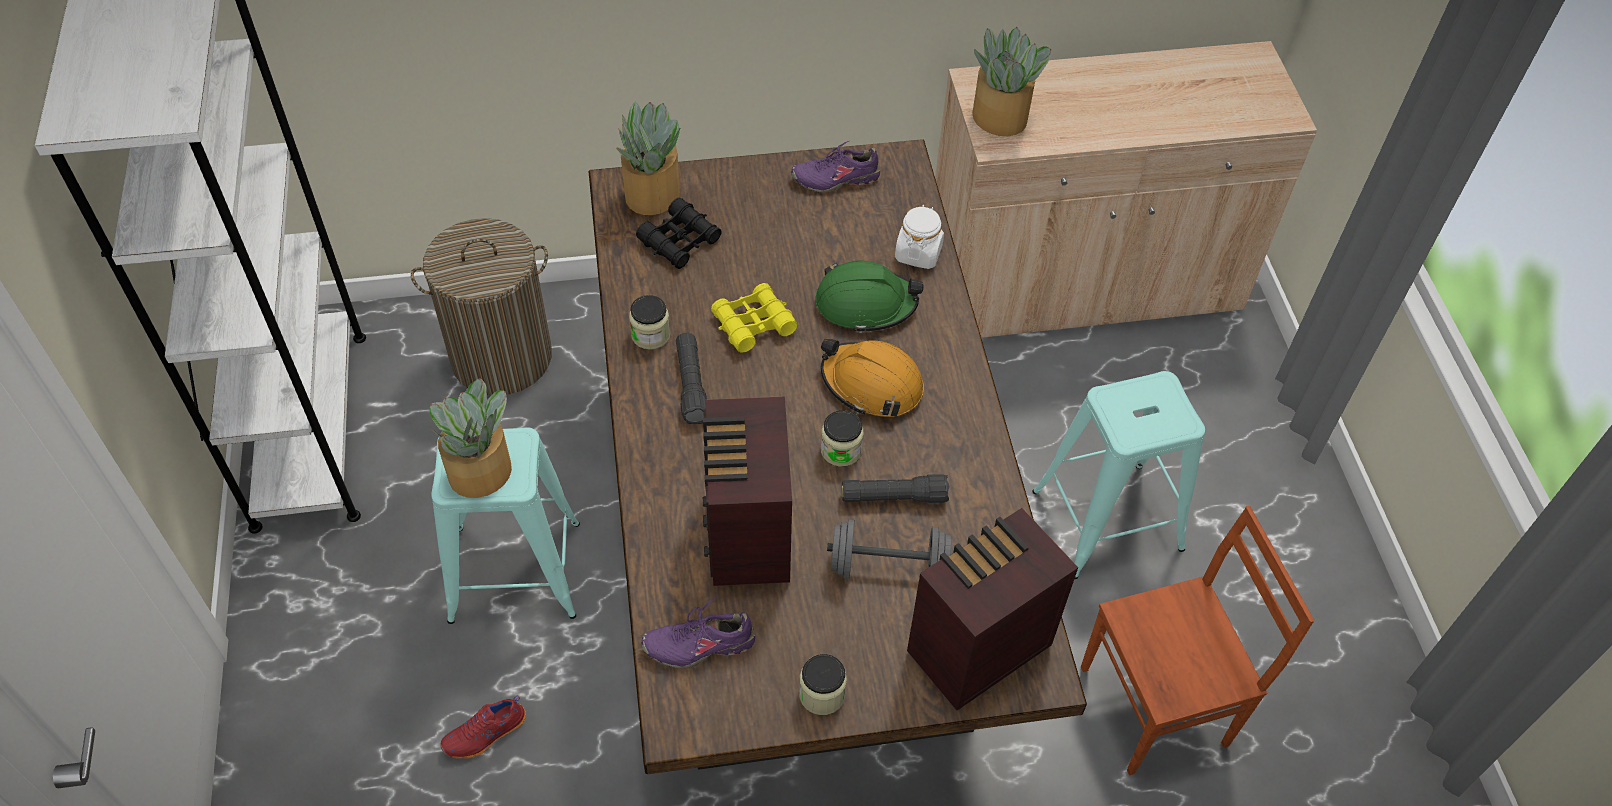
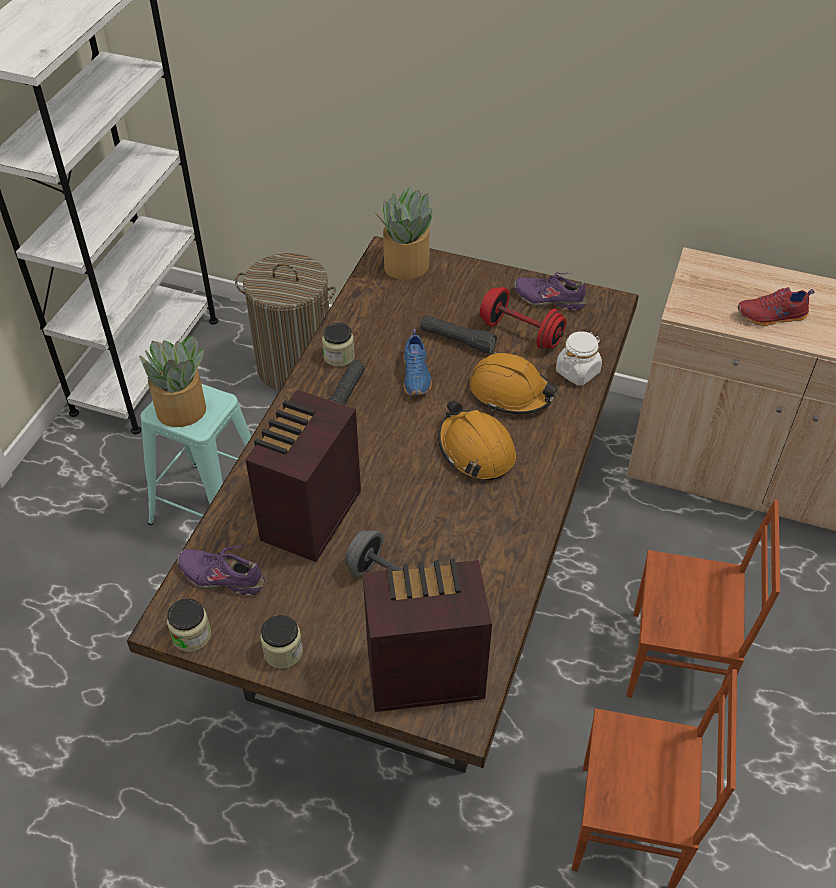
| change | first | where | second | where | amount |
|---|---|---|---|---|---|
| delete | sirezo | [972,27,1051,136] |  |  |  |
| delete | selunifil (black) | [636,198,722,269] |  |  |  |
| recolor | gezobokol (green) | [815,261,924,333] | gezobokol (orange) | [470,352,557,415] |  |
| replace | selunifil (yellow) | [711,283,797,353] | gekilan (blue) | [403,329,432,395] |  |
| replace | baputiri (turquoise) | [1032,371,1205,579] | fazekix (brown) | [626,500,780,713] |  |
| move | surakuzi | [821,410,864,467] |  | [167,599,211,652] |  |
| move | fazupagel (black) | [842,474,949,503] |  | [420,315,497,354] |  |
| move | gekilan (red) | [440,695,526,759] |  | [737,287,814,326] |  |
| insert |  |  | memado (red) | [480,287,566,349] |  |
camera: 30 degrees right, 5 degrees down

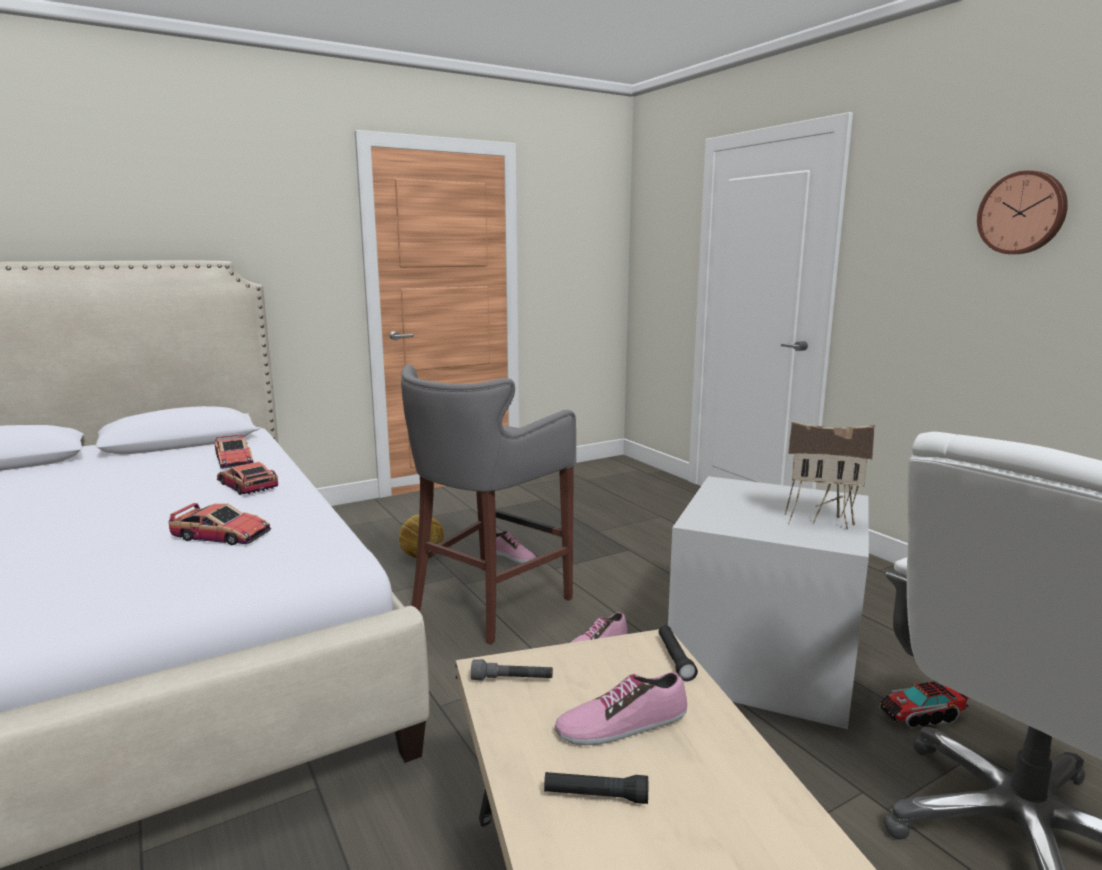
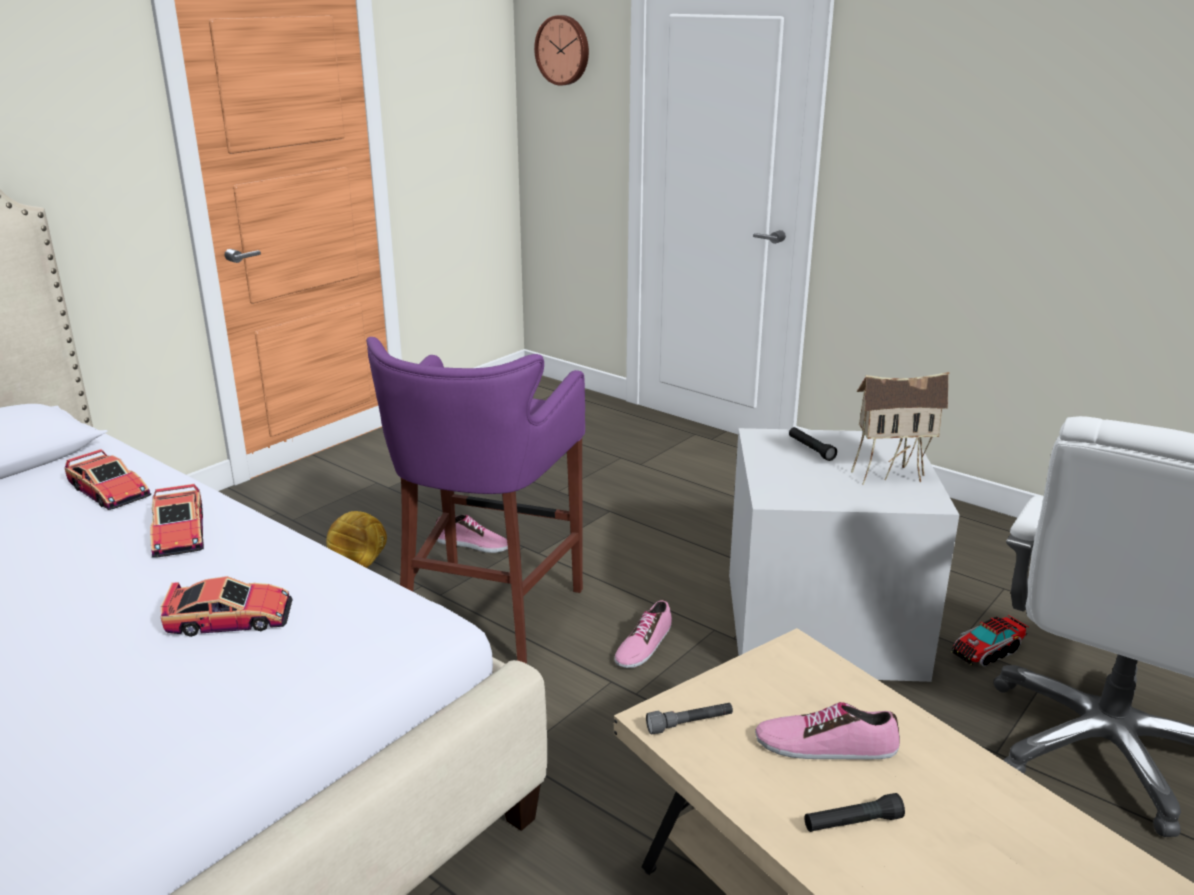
| change | first | where | second | where | amount |
|---|---|---|---|---|---|
| move | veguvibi | [977,170,1068,254] |  | [534,15,589,86] |  |
| recolor | baputiri (grey) | [401,364,576,645] | baputiri (purple) | [366,337,585,664] |  |
| rotate | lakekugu | [217,462,278,495] |  | [150,484,204,558] | 135 degrees counterclockwise |
| move | fazupagel (black) | [659,625,698,681] |  | [789,427,837,461] |  |
| rotate | gekilan | [555,672,687,745] |  | [755,702,900,760] | 45 degrees clockwise |
camera: 20 degrees left, 10 degrees up

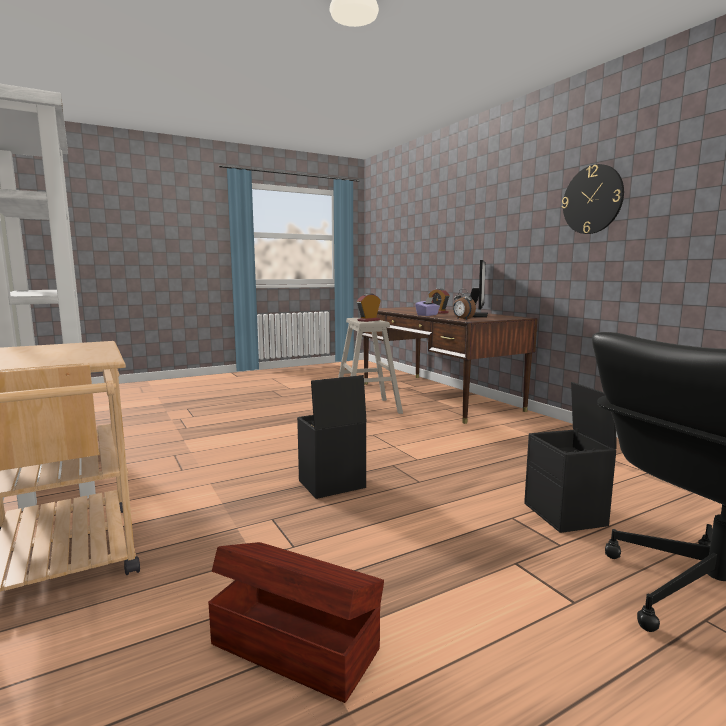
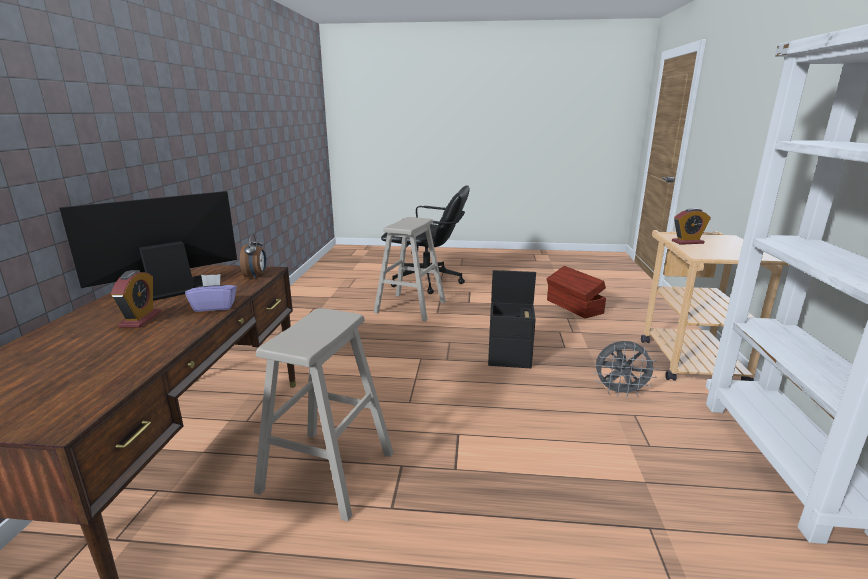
| change | first | where | second | where | amount |
|---|---|---|---|---|---|
| delete | veguvibi | [562,164,624,234] |  |  |  |
| move | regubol | [357,293,381,322] |  | [672,208,711,245] |  |
| replace | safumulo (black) | [524,382,617,533] | baputiri (beige) | [374,217,446,321] |  |
| insert |  |  | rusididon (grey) | [594,341,658,397] |  |
camera: 145 degrees left, 10 degrees up

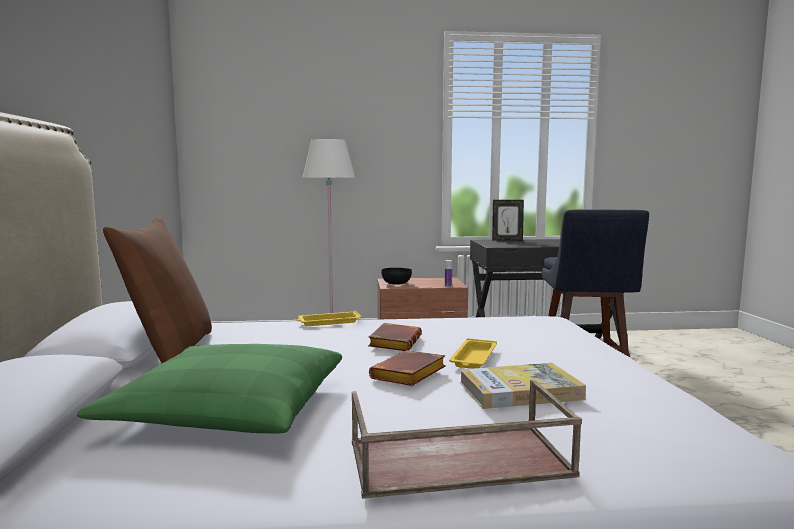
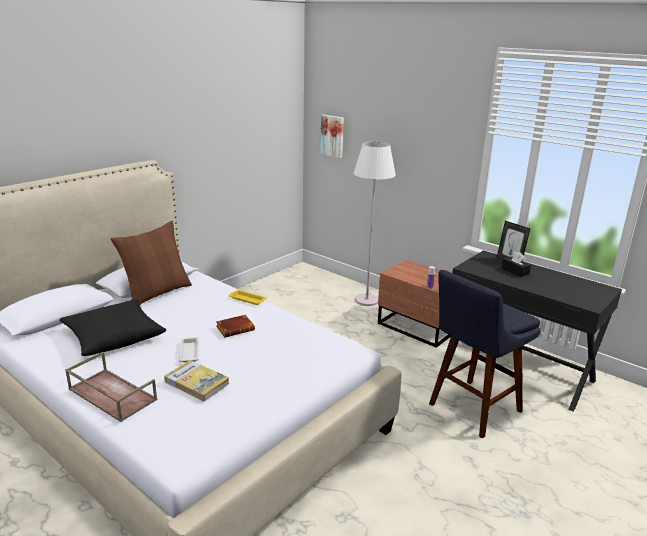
| change | first | where | second | where | amount |
|---|---|---|---|---|---|
| delete | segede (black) | [381,268,412,285] |  |  |  |
| delete | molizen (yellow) | [449,338,497,369] |  |  |  |
| recolor | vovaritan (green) | [77,344,342,434] | vovaritan (black) | [59,299,166,356] |  |
| replace | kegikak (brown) | [369,350,446,386] | molizen (white) | [179,337,199,362] |  |
| insert |  |  | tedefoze | [320,115,344,158] |  |
| insert |  |  | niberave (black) | [502,252,531,277] |  |
camera: 45 degrees right, 15 degrees up

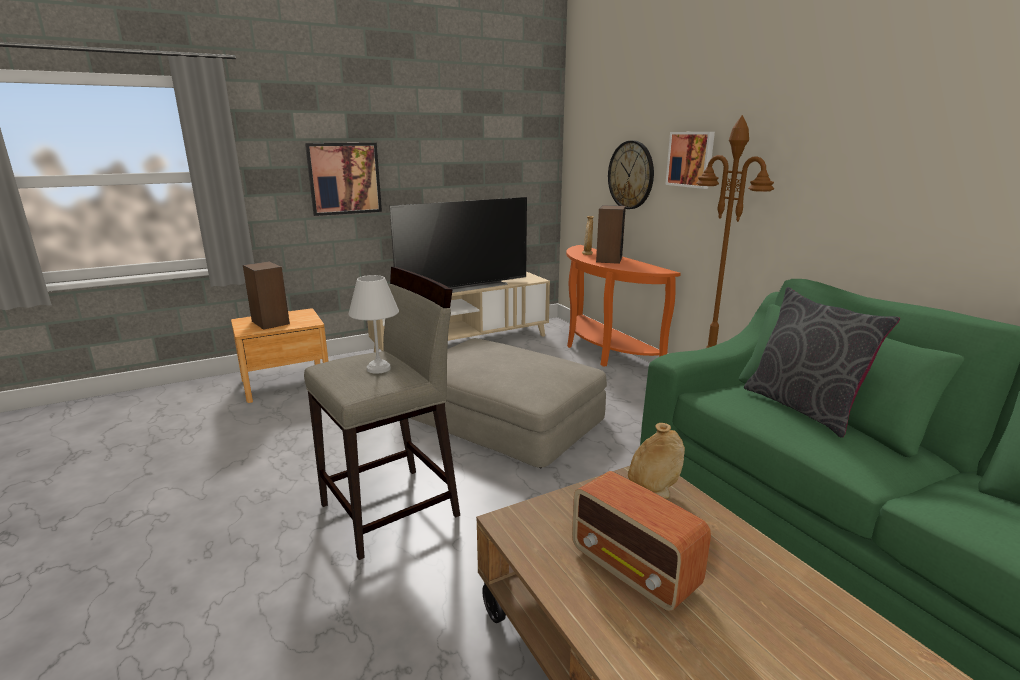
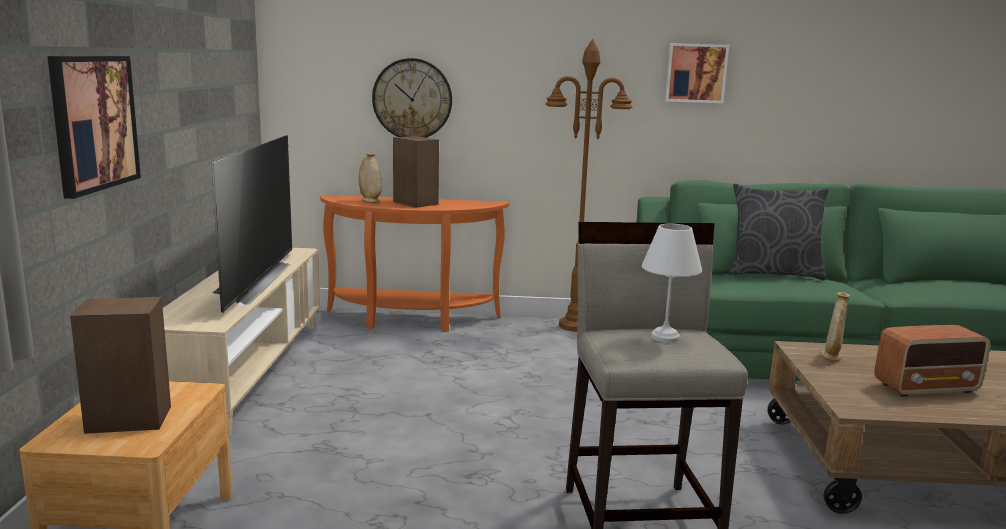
| change | first | where | second | where | amount |
|---|---|---|---|---|---|
| move | tedefoze | [665,132,715,189] |  | [665,43,729,103] |  |
| delete | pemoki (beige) | [410,338,607,468] |  |  |  |
camera: 60 degrees left, 5 degrees down

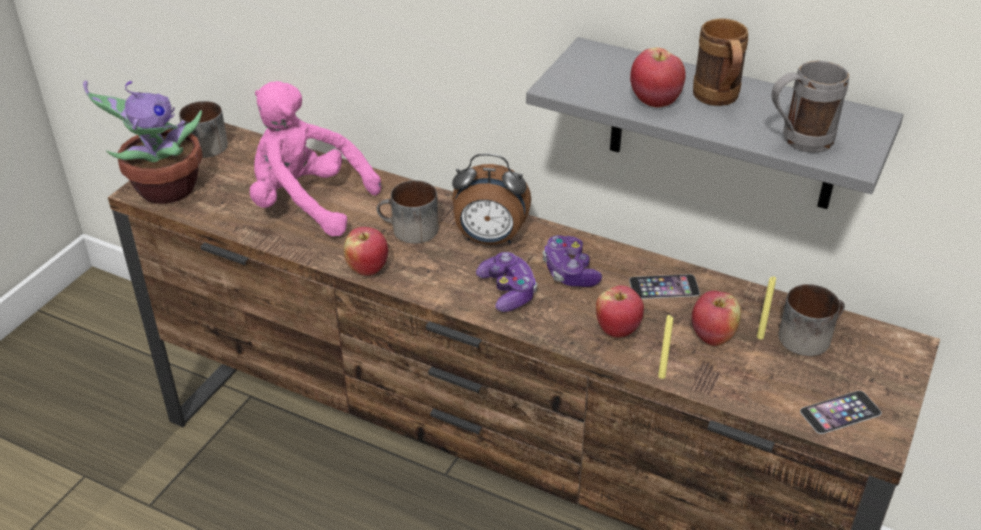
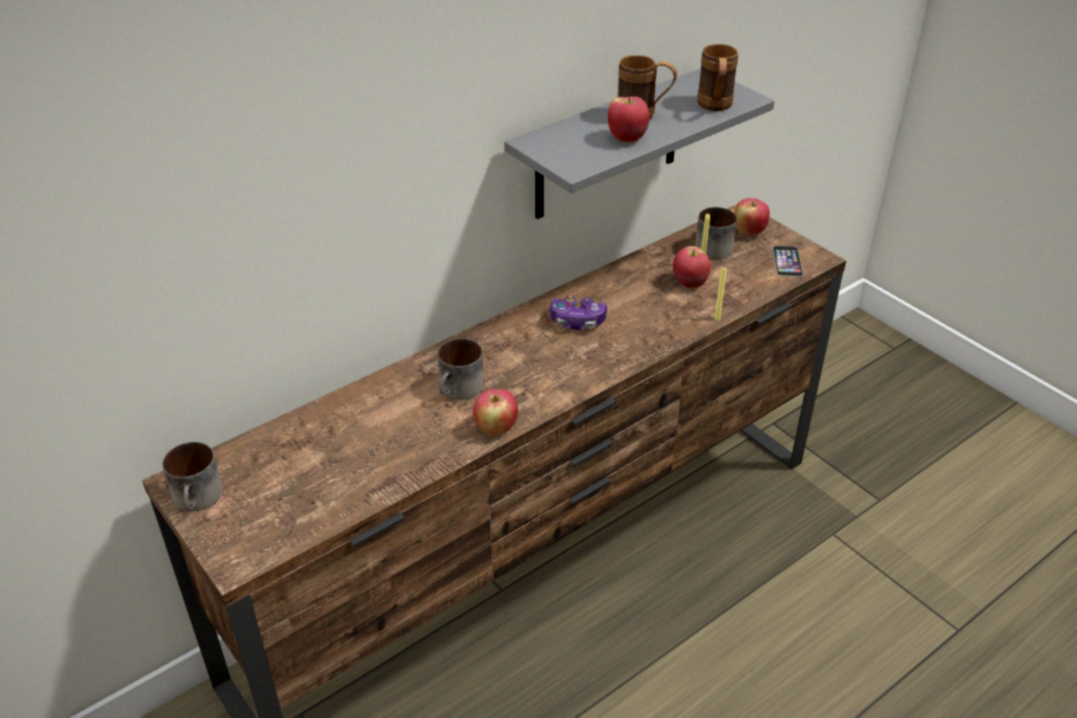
| change | first | where | second | where | amount |
|---|---|---|---|---|---|
| recolor | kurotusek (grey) | [772,60,849,153] | kurotusek (brown) | [697,44,738,111] |  |
| delete | sirezo | [83,80,202,204] |  |  |  |
| delete | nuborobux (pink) | [250,81,381,236] |  |  |  |
| delete | regubol | [452,153,531,245] |  |  |  |
| delete | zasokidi | [476,252,537,312] |  |  |  |
| delete | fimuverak | [629,274,700,299] |  |  |  |
| move | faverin | [596,285,644,338] |  | [734,198,770,236] |  |
camera: 65 degrees left, 0 degrees up

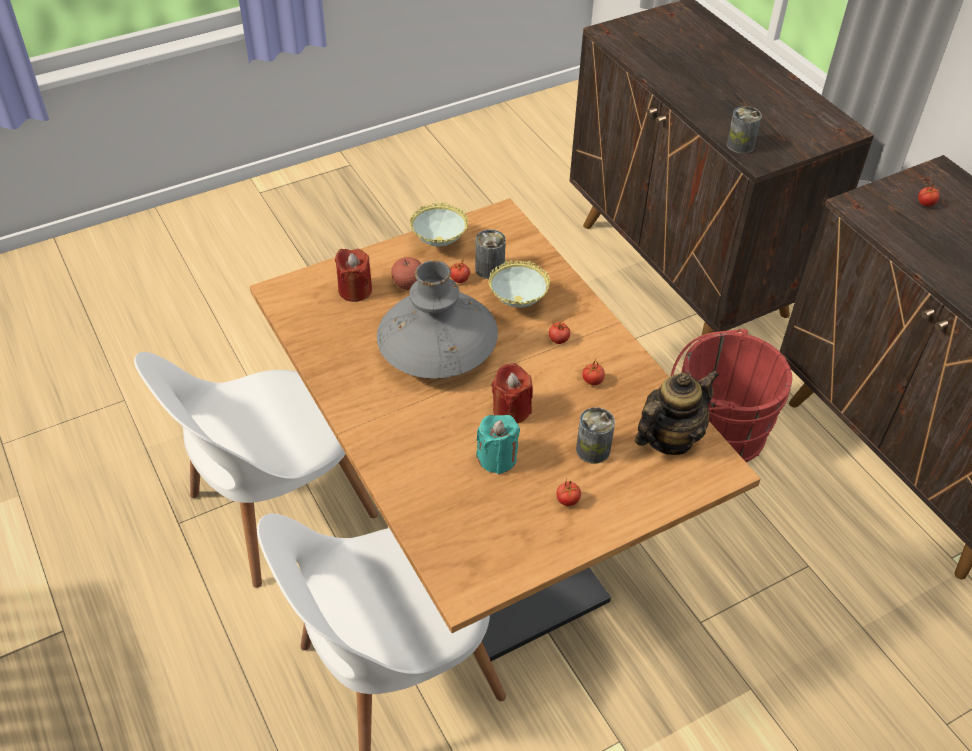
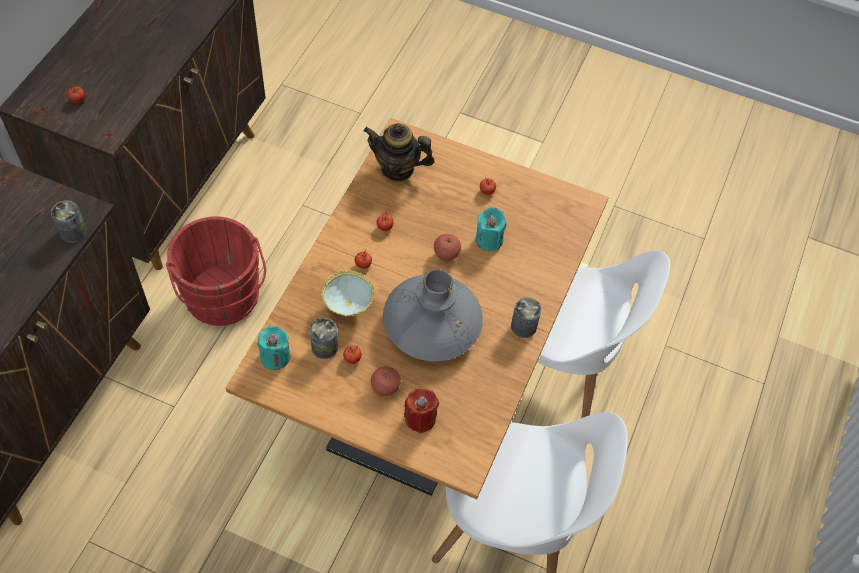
| change | first | where | second | where | amount |
|---|---|---|---|---|---|
| delete | segede | [410,202,468,247] |  |  |  |
| replace | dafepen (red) | [491,363,533,423] | faverin | [434,234,461,261] |  |
| move | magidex | [576,407,615,464] |  | [511,297,541,338] |  |
| insert |  |  | dafepen (turquoise) | [257,326,290,370] |  |
camera: 130 degrees left, 10 degrees up

